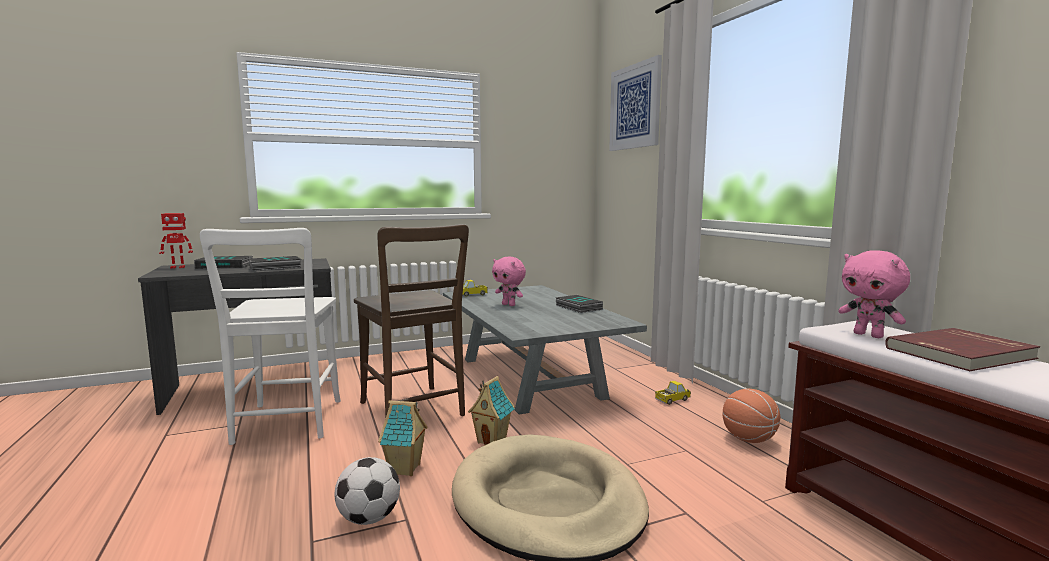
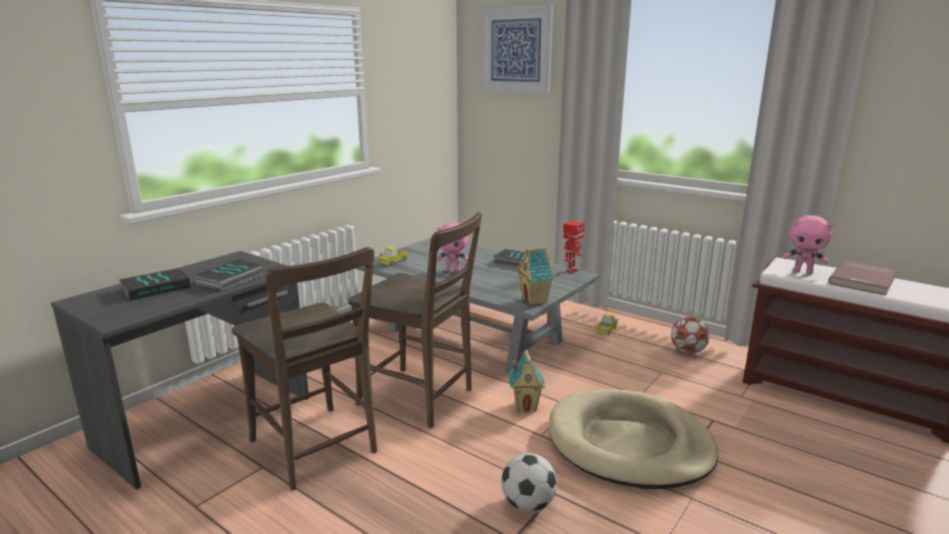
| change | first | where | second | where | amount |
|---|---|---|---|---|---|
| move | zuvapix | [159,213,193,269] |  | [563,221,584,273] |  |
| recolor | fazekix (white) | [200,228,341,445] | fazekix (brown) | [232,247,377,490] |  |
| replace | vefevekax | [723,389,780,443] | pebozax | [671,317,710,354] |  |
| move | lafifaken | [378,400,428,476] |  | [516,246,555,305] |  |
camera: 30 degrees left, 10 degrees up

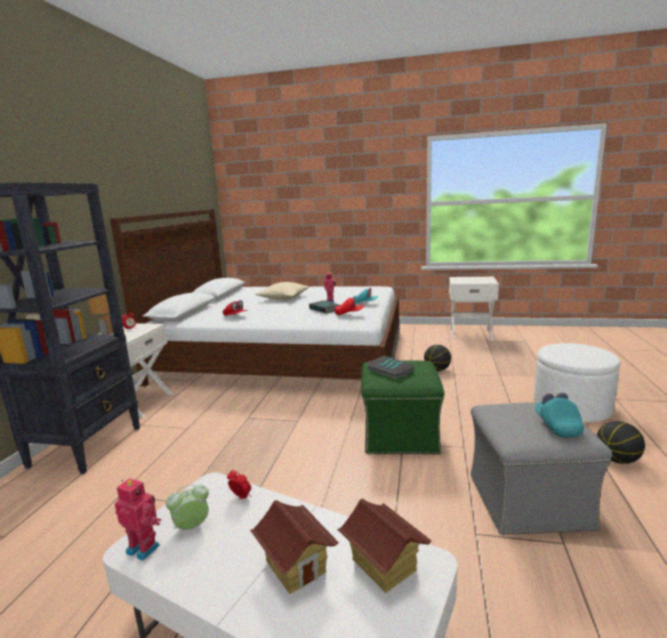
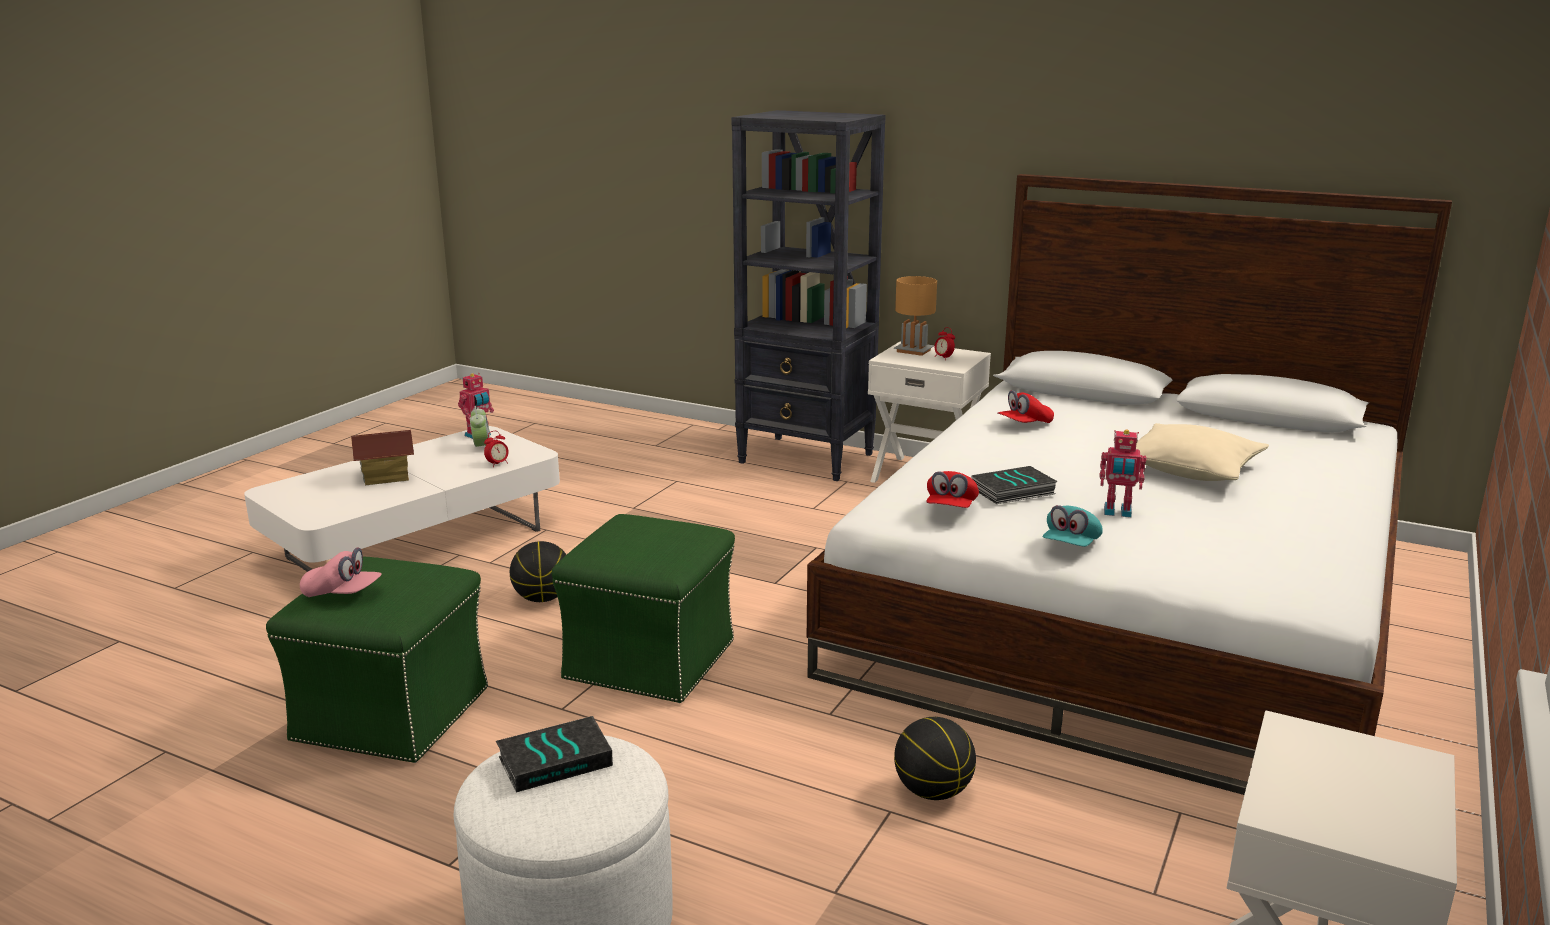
| change | first | where | second | where | amount |
|---|---|---|---|---|---|
| move | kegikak | [367,356,414,379] |  | [496,716,613,793] |  |
| recolor | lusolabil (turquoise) | [535,393,584,438] | lusolabil (pink) | [300,547,382,597] |  |
| recolor | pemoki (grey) | [470,402,612,535] | pemoki (green) | [266,556,488,763] |  |
| move | vefevekax | [597,421,645,464] |  | [510,541,566,602] |  |
| delete | lafifaken | [337,498,431,593] |  |  |  |
camera: 105 degrees right, 5 degrees up

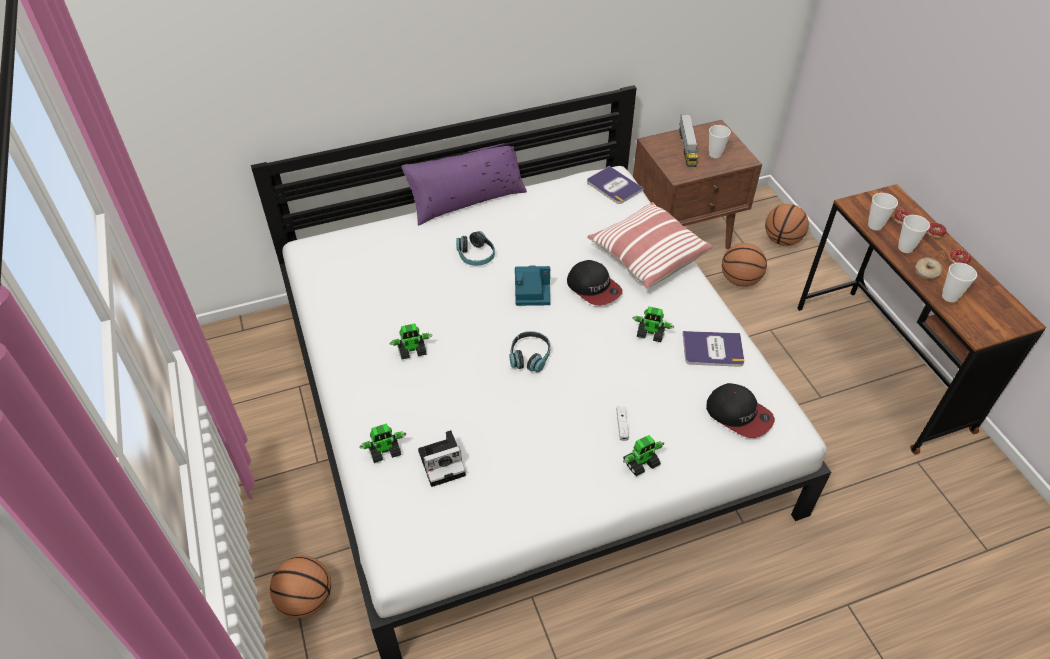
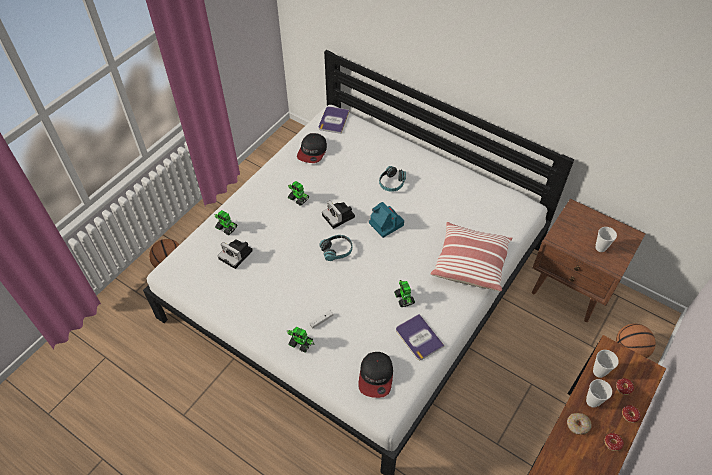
| change | first | where | second | where | amount |
|---|---|---|---|---|---|
| delete | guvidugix | [679,115,698,167] |  |  |  |
| delete | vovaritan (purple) | [401,133,527,226] |  |  |  |
| move | kegikak | [587,166,644,204] |  | [319,106,349,134] |  |
| delete | vefevekax | [722,243,767,287] |  |  |  |
| move | lusolabil | [567,260,622,306] |  | [297,133,327,163] |  |
| delete | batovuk | [942,263,977,302] |  |  |  |
| insert |  |  | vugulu | [322,201,355,229] |  |
camera: 55 degrees right, 5 degrees up

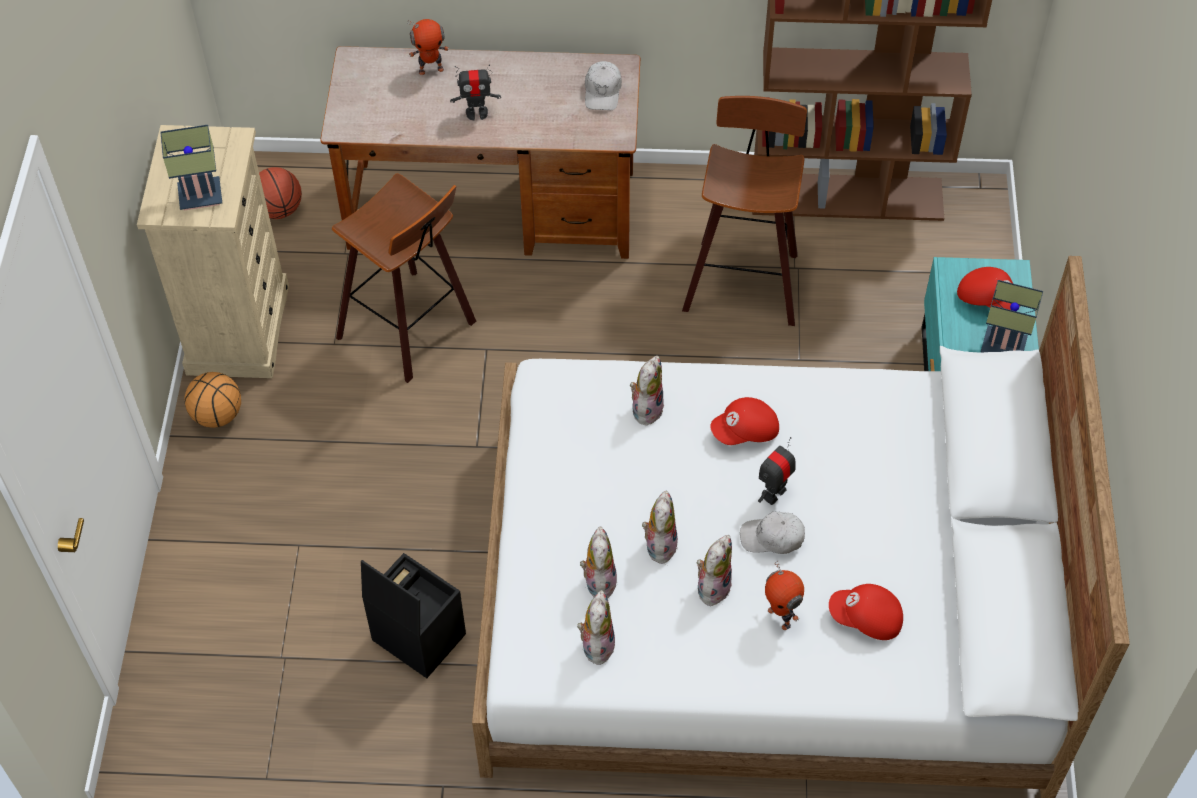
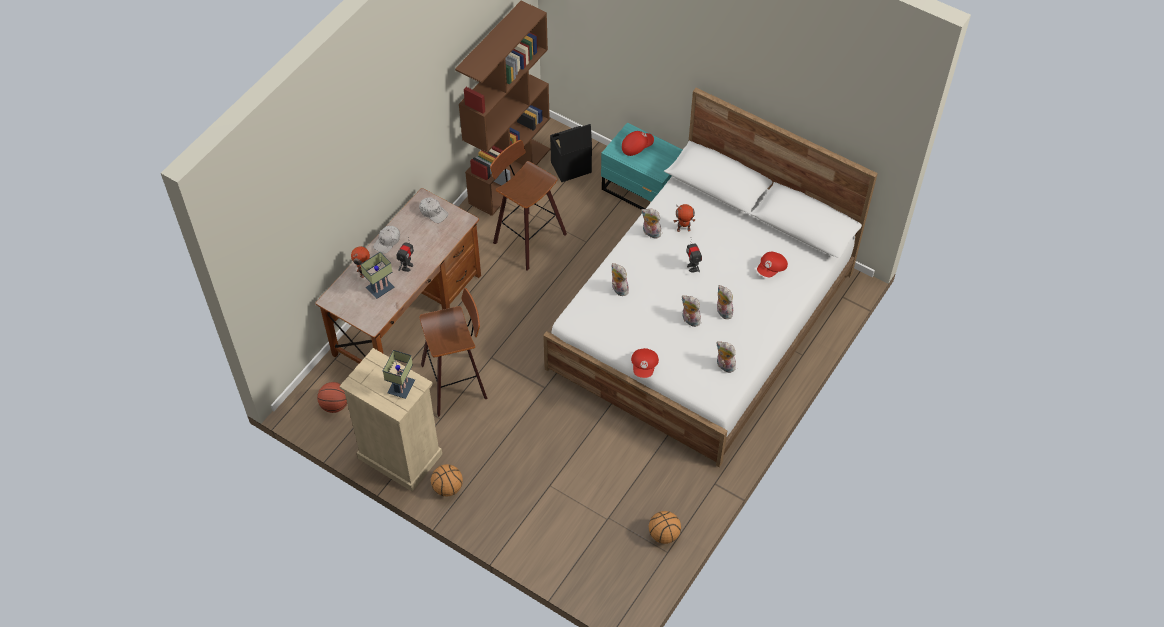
| change | first | where | second | where | amount |
|---|---|---|---|---|---|
| move | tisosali | [981,280,1043,352] |  | [360,252,394,299] |  |
| move | lusolabil (red) | [710,397,779,445] |  | [631,348,659,378] |  |
| move | lusolabil (white) | [740,511,805,554] |  | [373,226,400,254] |  |
| move | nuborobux | [580,526,617,599] |  | [641,208,661,239] |  |
| move | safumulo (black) | [361,553,466,678] |  | [550,124,592,182] |  |
| move | zuvapix | [765,561,804,630] |  | [673,204,696,232] |  |
| insert |  |  | vefevekax | [649,511,681,544] |  |
camera: 60 degrees left, 0 degrees up

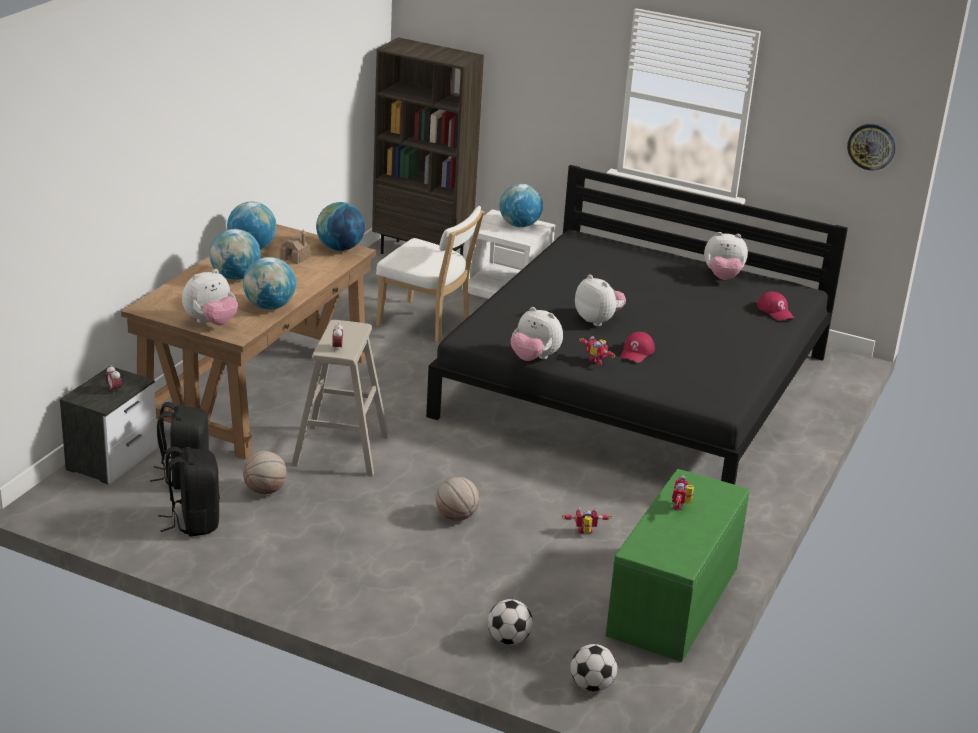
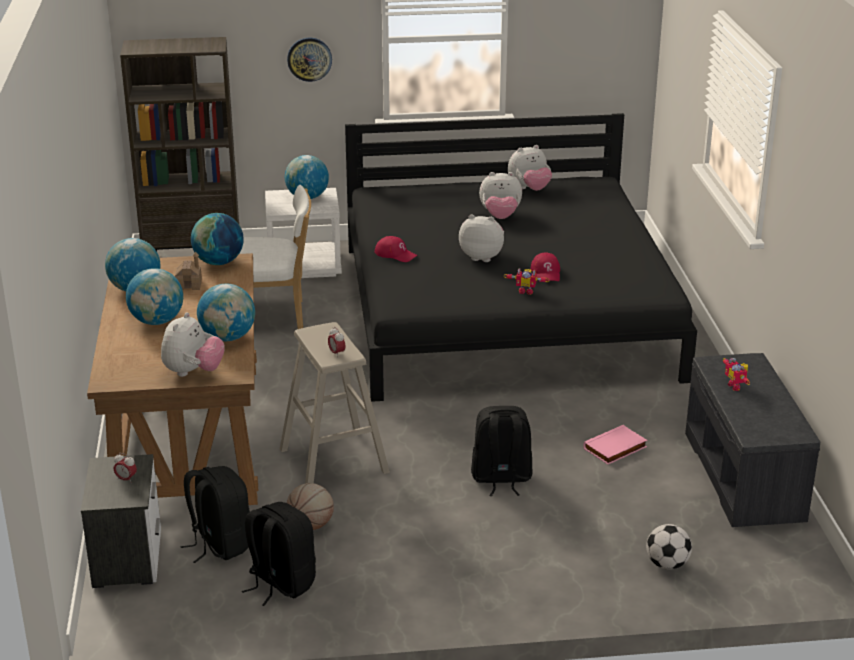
| change | first | where | second | where | amount |
|---|---|---|---|---|---|
| move | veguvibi | [847,124,896,170] |  | [287,38,332,82] |  |
| move | lusolabil (red) | [757,292,794,321] |  | [374,236,417,262] |  |
| move | nuborobux | [511,307,563,361] |  | [479,172,522,219] |  |
| recolor | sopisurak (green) | [605,469,750,662] | sopisurak (grey) | [685,353,820,527] |  |
| replace | vefevekax | [436,477,479,521] | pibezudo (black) | [471,406,532,496] |  |
| replace | zuvapix | [562,508,612,534] | kegikak (pink) | [583,425,647,464] |  |
| delete | pebozax | [571,644,617,692] |  |  |  |
camera: 30 degrees left, 0 degrees up

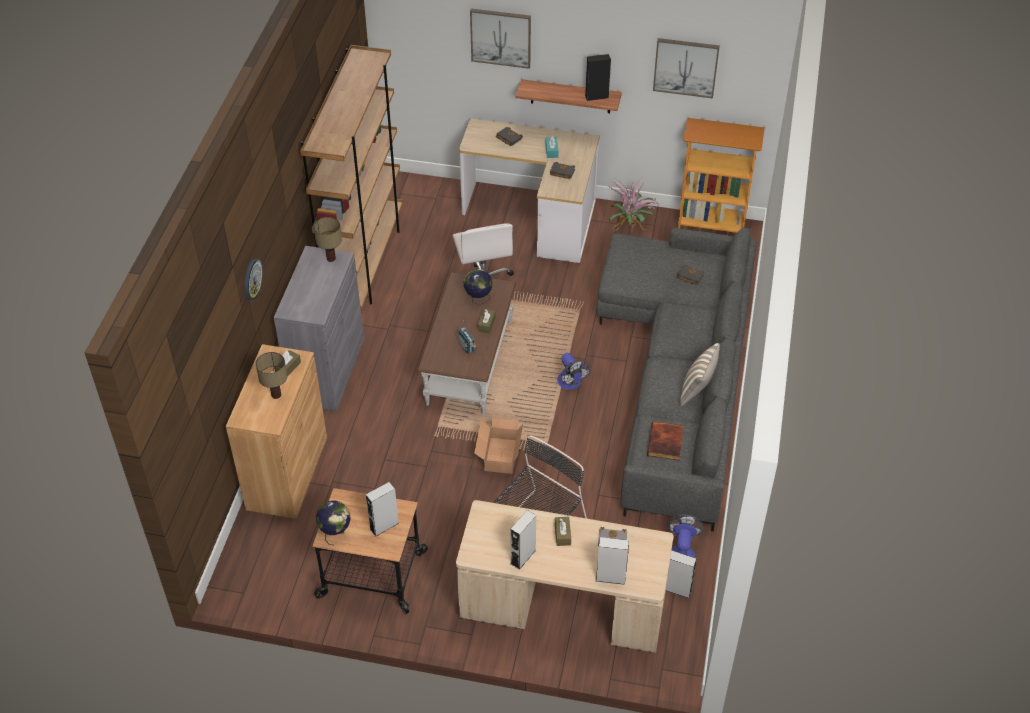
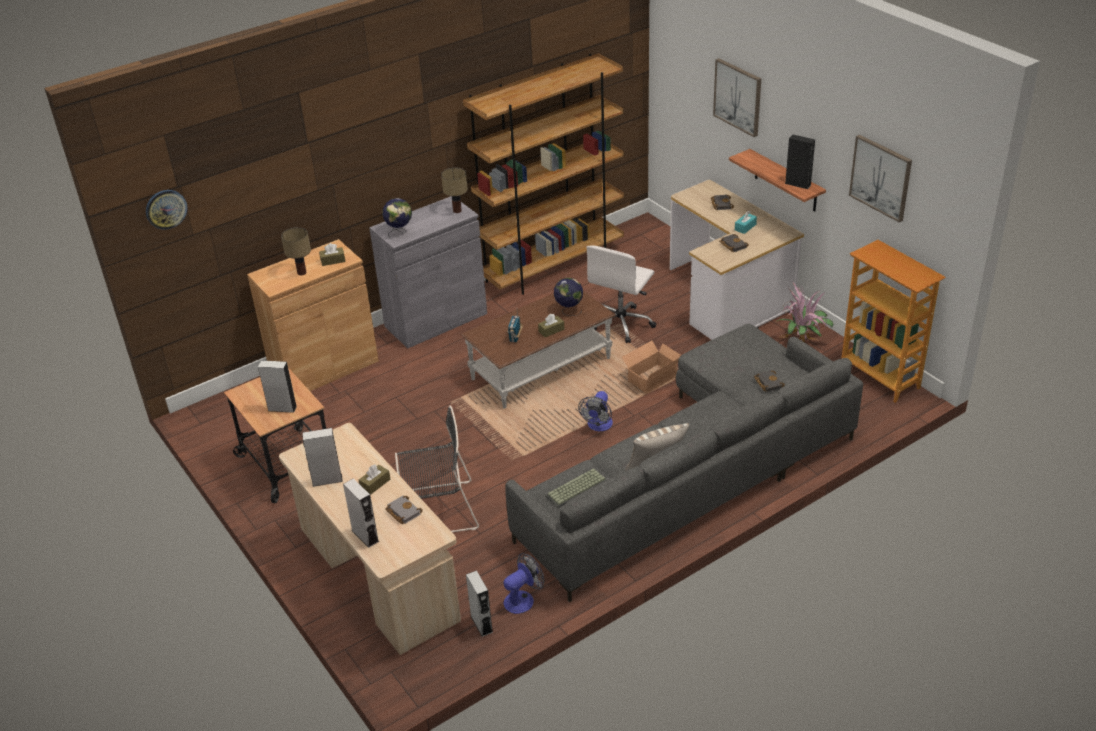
| change | first | where | second | where | amount |
|---|---|---|---|---|---|
| move | veguvibi | [245,259,263,301] |  | [146,190,188,230] |  |
| move | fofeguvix | [474,418,523,474] |  | [622,341,681,394] |  |
| replace | kegikak | [647,421,684,461] | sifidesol | [545,468,606,508] |  |
| move | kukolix | [316,500,351,545] |  | [382,198,412,238] |  |
camera: 45 degrees right, 10 degrees down

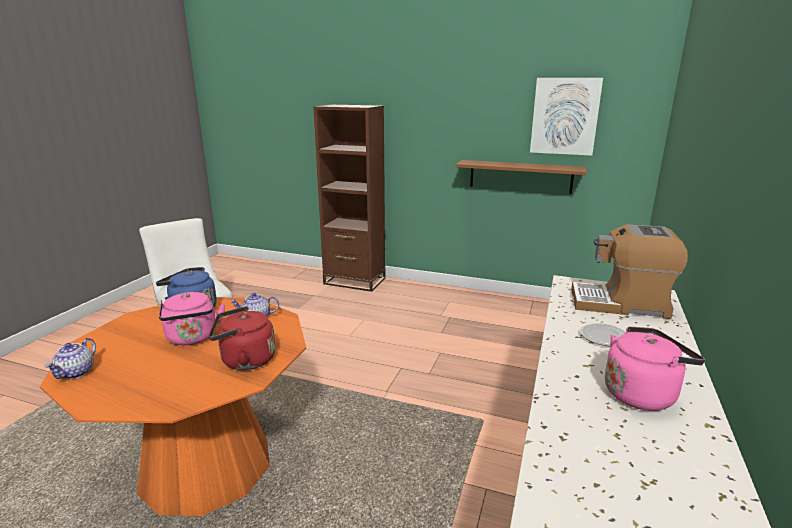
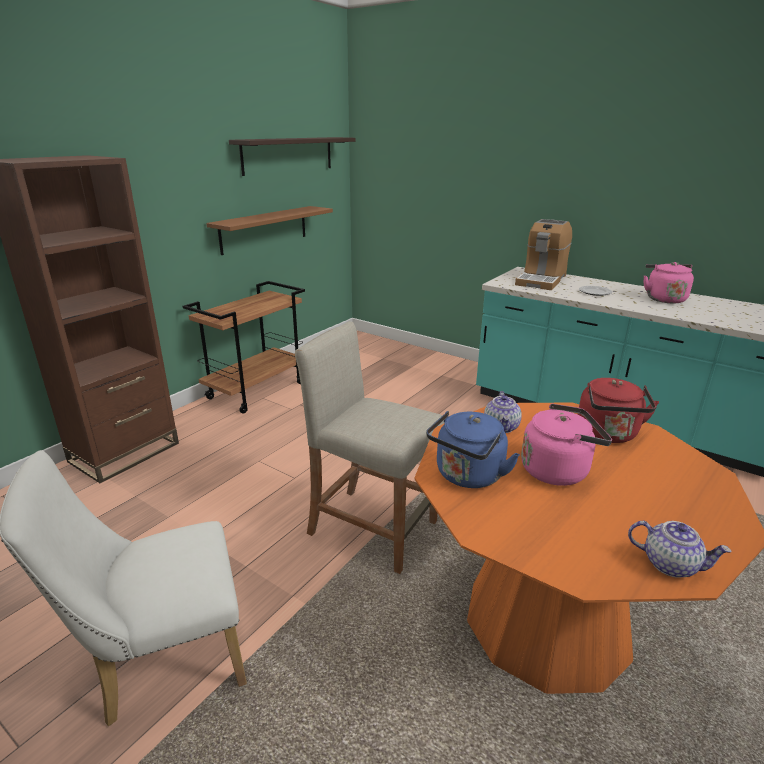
| change | first | where | second | where | amount |
|---|---|---|---|---|---|
| replace | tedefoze | [530,78,603,156] | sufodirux | [229,137,355,176] |  |
| insert |  |  | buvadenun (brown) | [182,281,305,414] |  |
| insert |  |  | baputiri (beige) | [295,321,445,574] |  |
camera: 75 degrees left, 5 degrees up

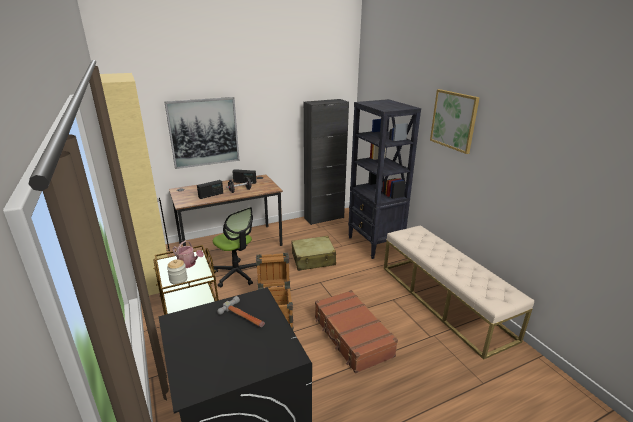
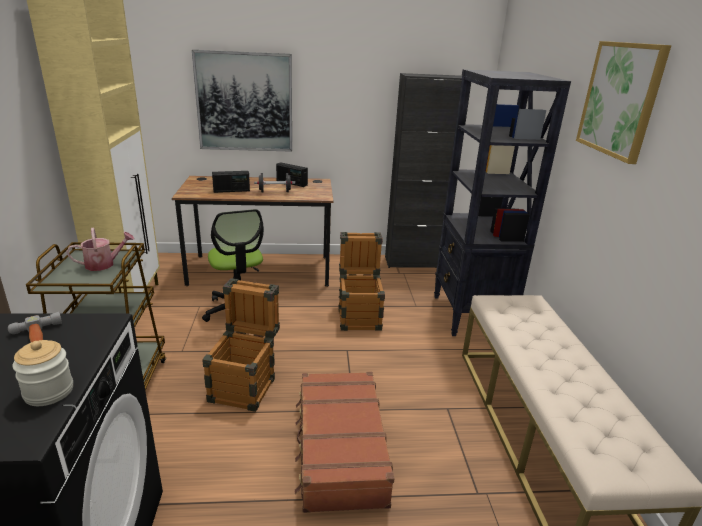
| change | first | where | second | where | amount |
|---|---|---|---|---|---|
| replace | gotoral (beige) | [292,236,336,271] | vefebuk | [338,232,385,331] |  |
| rotate | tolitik | [173,241,204,268] |  | [66,228,135,271] | 75 degrees counterclockwise |
| move | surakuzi | [167,259,187,285] |  | [13,340,73,406] |  |
camera: 20 degrees right, 0 degrees up

